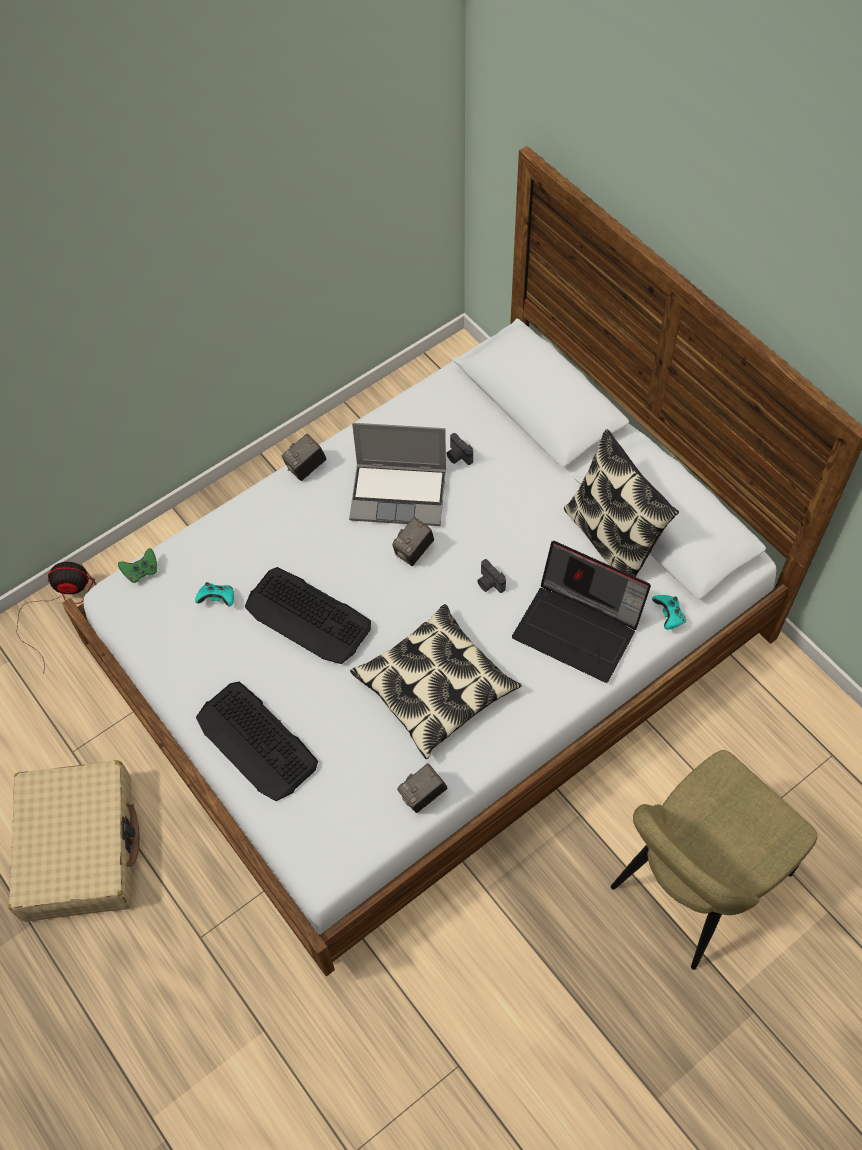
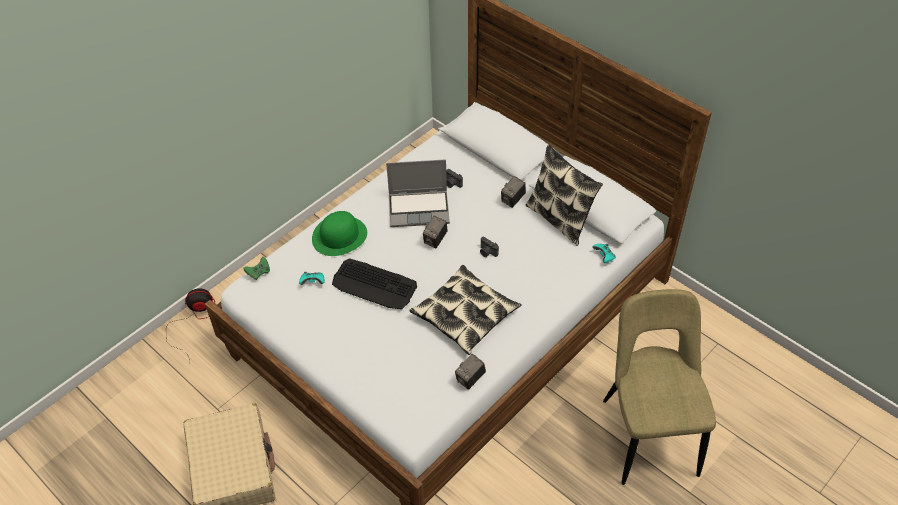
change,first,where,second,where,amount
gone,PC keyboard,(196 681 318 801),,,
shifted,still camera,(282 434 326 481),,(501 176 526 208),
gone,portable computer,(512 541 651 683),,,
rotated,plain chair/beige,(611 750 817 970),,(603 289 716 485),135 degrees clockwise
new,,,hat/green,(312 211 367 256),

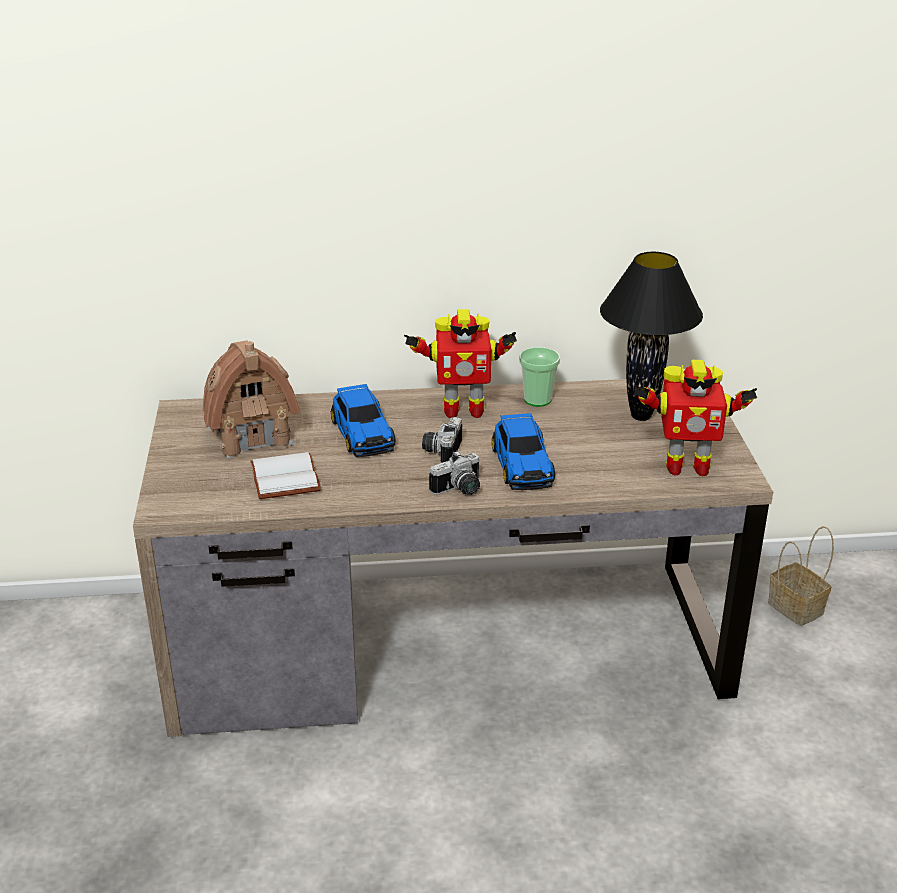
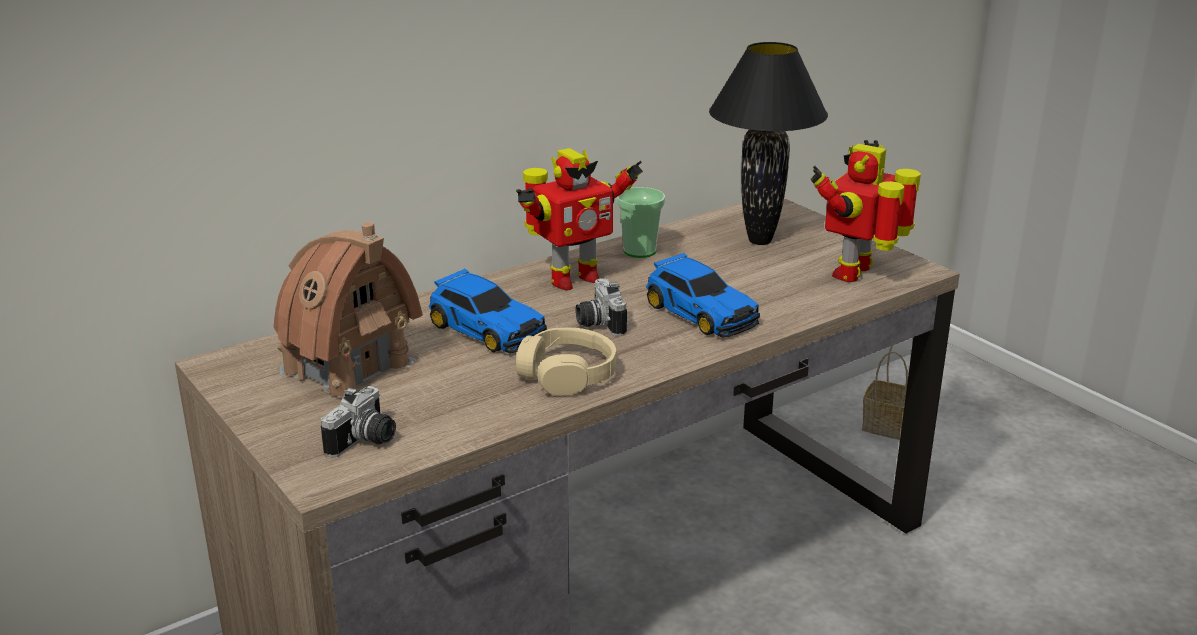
change,first,where,second,where,amount
gone,bound book/white,(251 452 321 499),,,
shifted,still camera,(429 451 480 495),,(321 386 396 458),
rotated,toy robot,(633 360 757 476),,(811 140 921 282),150 degrees clockwise
new,,,pair of headphones/beige,(516 328 616 396),

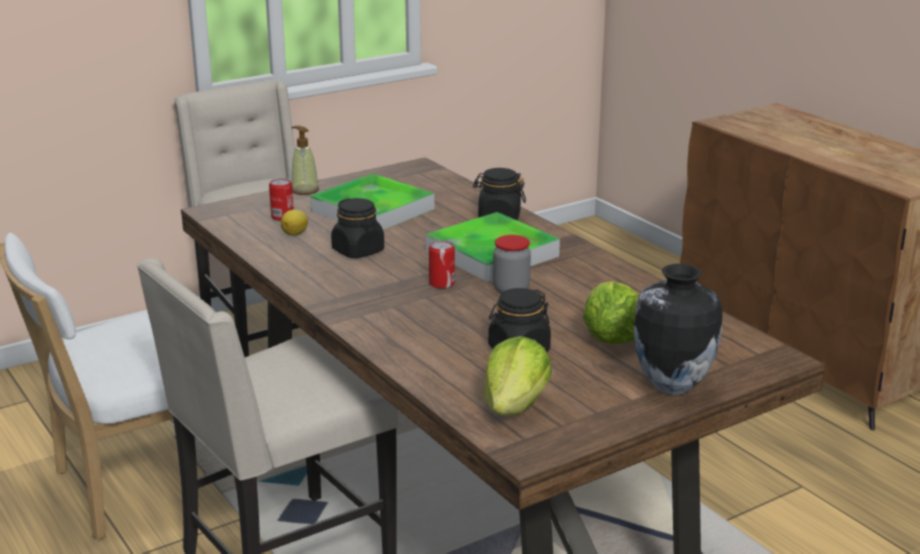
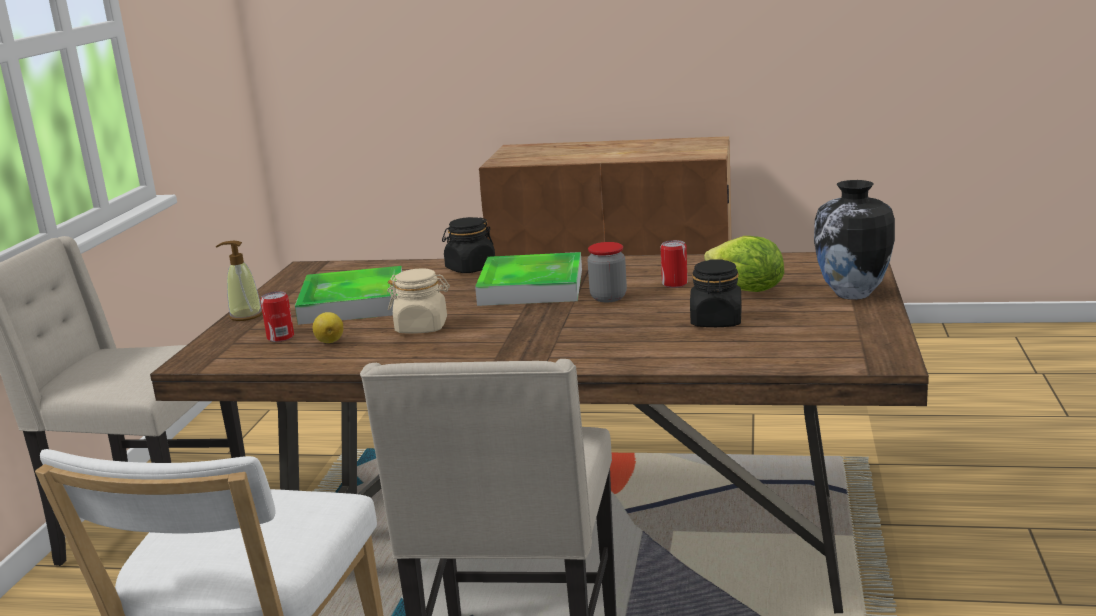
change,first,where,second,where,amount
repainted,storage jar/blackish,(331 198 384 258),storage jar/beige,(387 268 450 334),
shifted,metal can,(429 240 455 289),,(660 240 688 288),
gone,lettuce,(484 336 552 416),,,

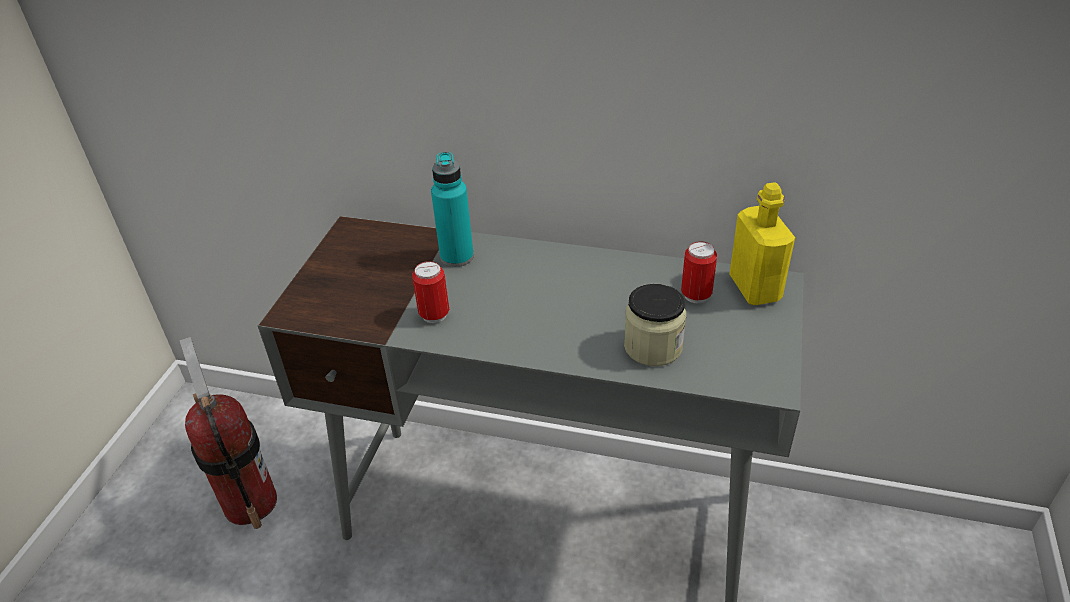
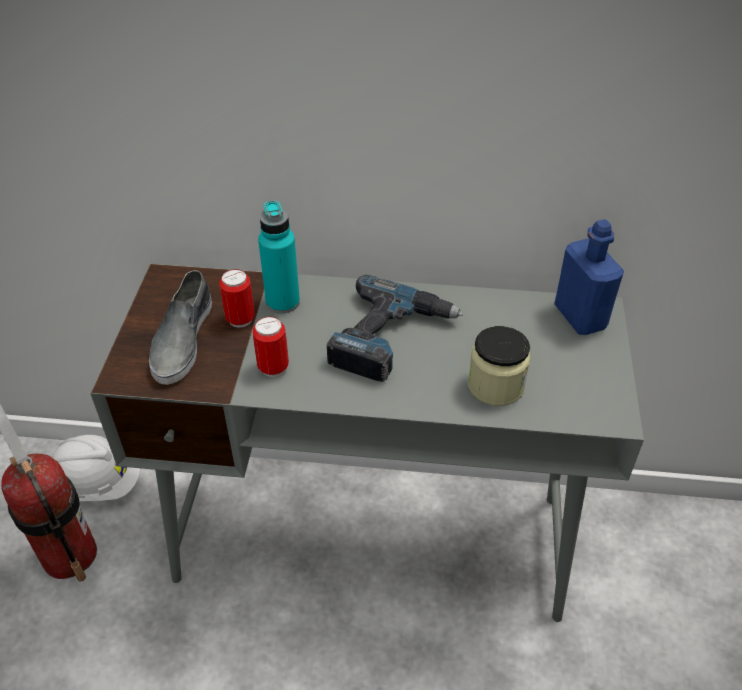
change,first,where,second,where,amount
shifted,metal can,(681 241 717 303),,(219 269 255 328),
repainted,beverage bottle/yellow-coloured,(729 182 795 305),beverage bottle/blue-coloured,(554 219 624 335),
new,,,work helmet/white,(52 435 140 501),
new,,,item of footwear/greyish,(149 270 212 385),
new,,,power drill,(327 275 463 382),

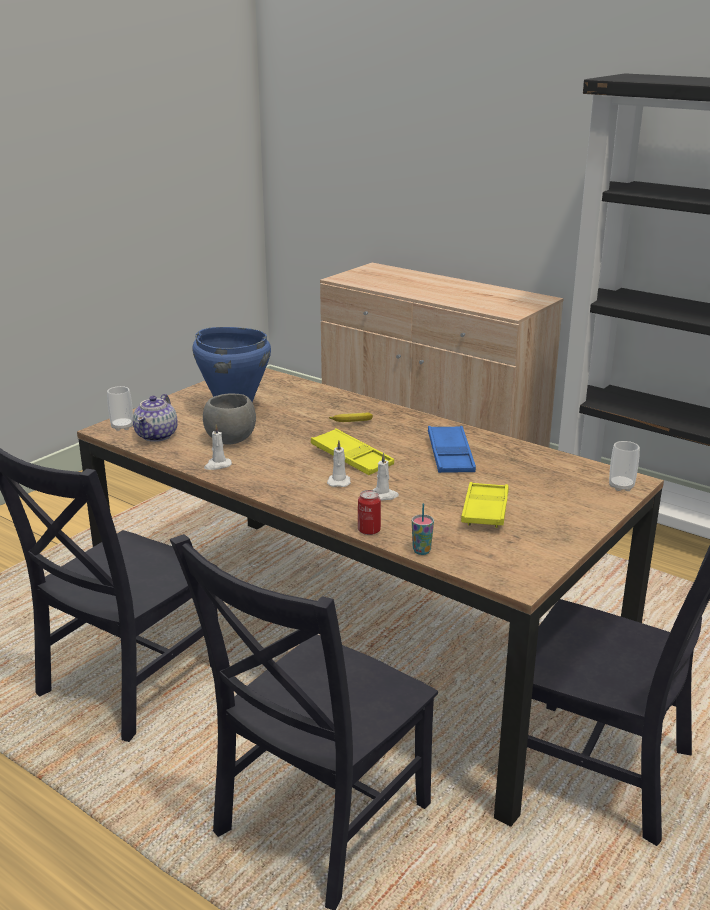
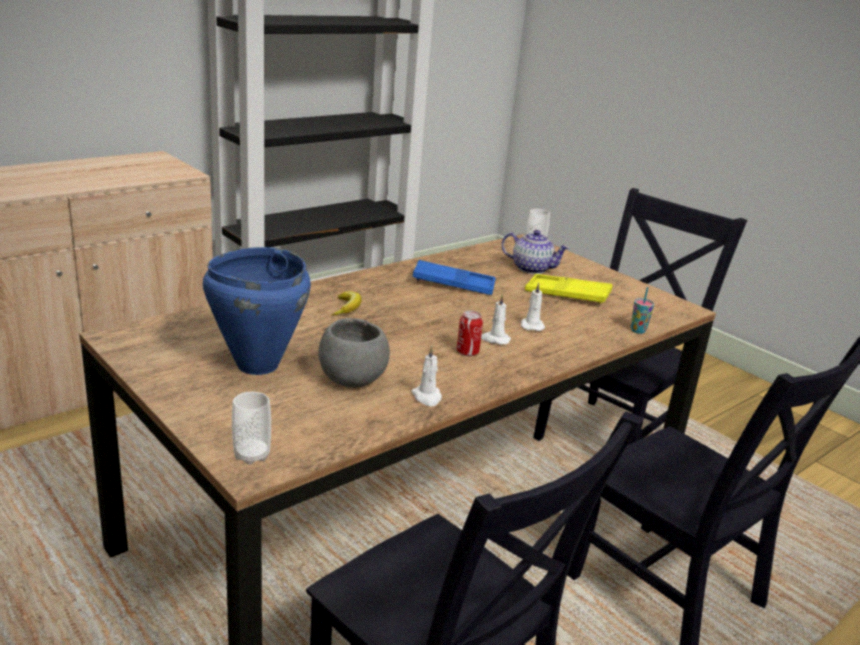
change,first,where,second,where,amount
shifted,tea pot,(133 394 178 442),,(502 230 570 274),
gone,serving tray/yellow-coloured,(311 428 394 475),,,
shifted,metal can,(358 490 381 535),,(457 311 483 356),

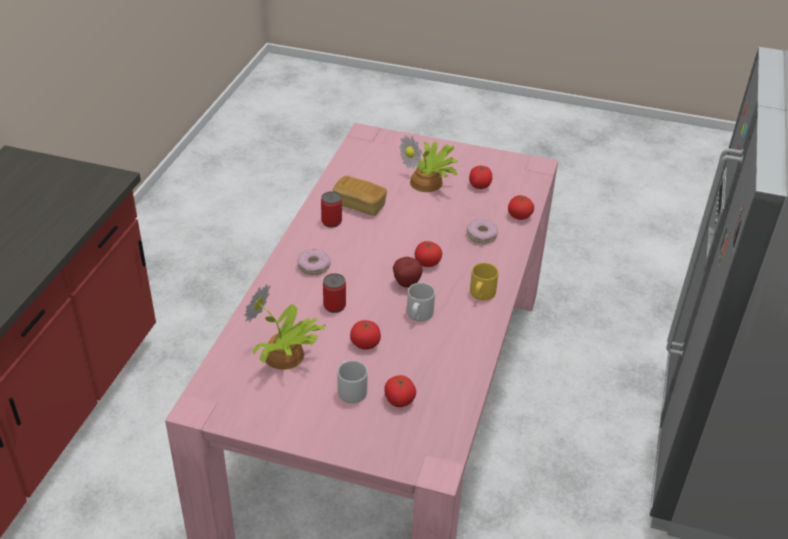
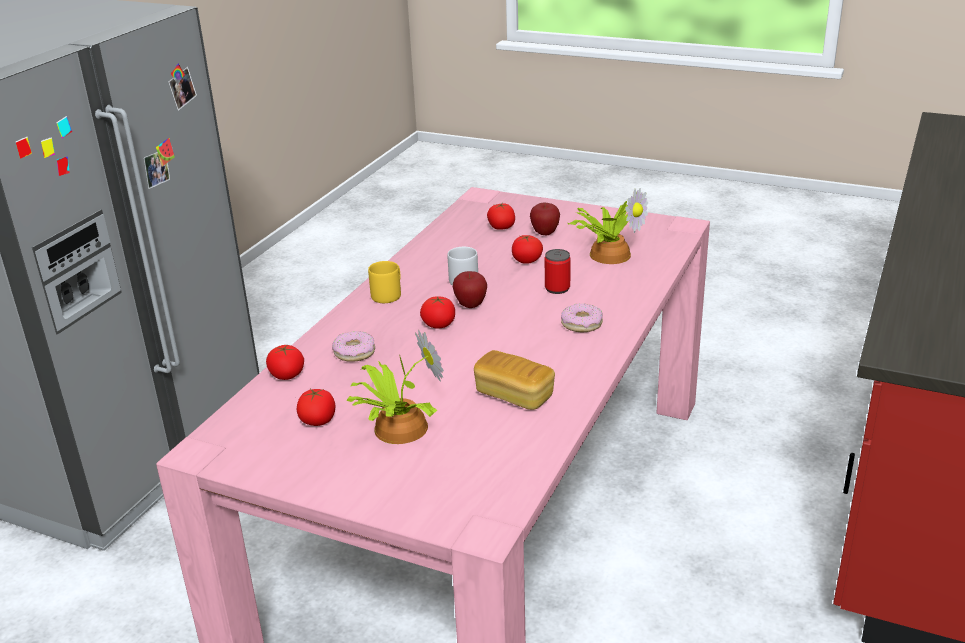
change,first,where,second,where,amount
gone,metal can,(321 191 342 228),,,
swapped,coffee mug/greyish,(337 360 368 403),apple,(530 203 560 235),

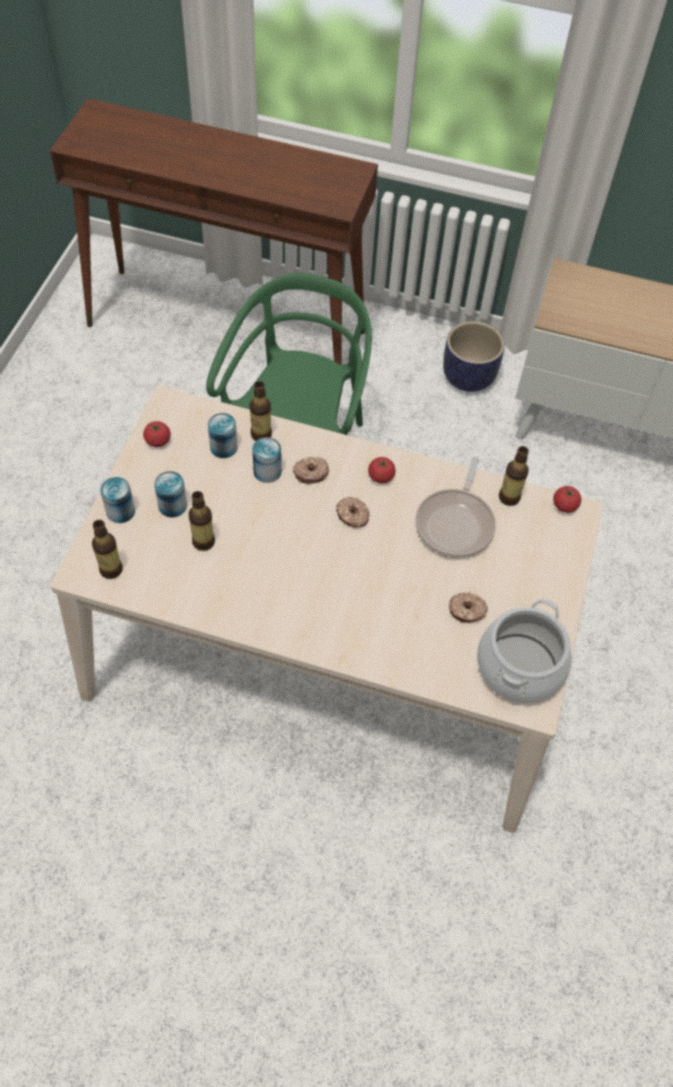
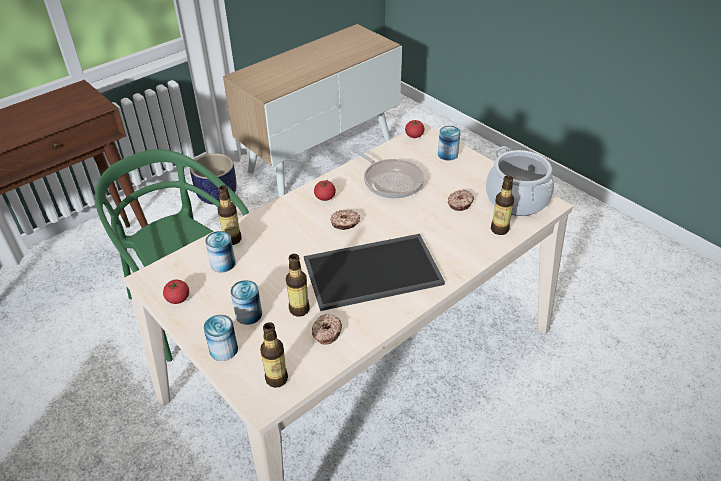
change,first,where,second,where,amount
shifted,metal can,(252 437 281 483),,(438 126 461 161),
shifted,donut,(293 457 329 484),,(312 314 342 345),
shifted,beverage bottle,(499 446 529 506),,(491 175 514 235),
new,,,serving tray,(304 234 445 311),

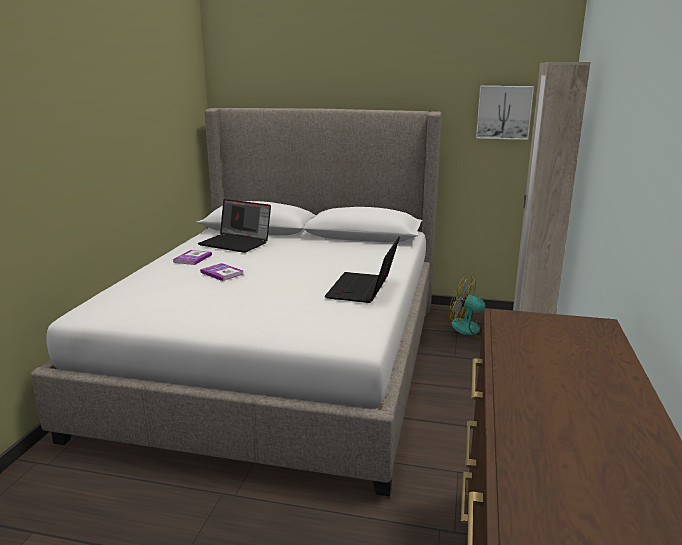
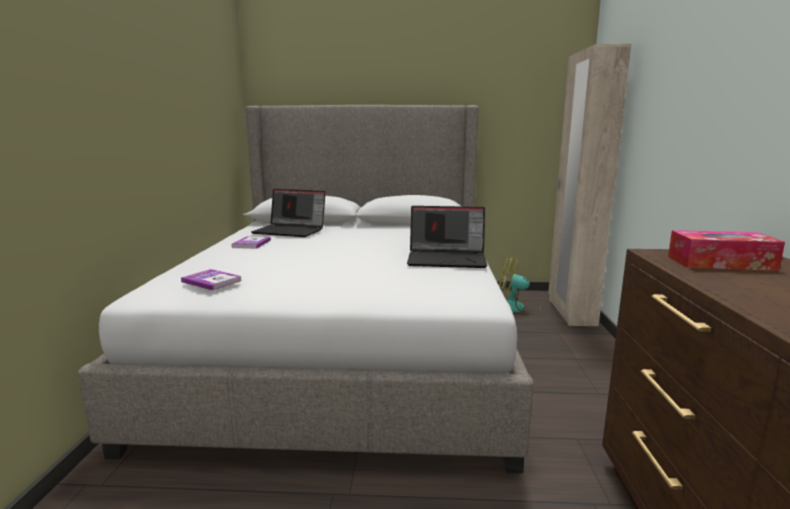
change,first,where,second,where,amount
shifted,bound book,(200 263 243 281),,(181 269 242 290),
rotated,portable computer,(325 237 400 303),,(407 206 487 268),90 degrees counterclockwise
gone,picture,(476 86 534 140),,,
new,,,tissue holder,(668 230 785 271),

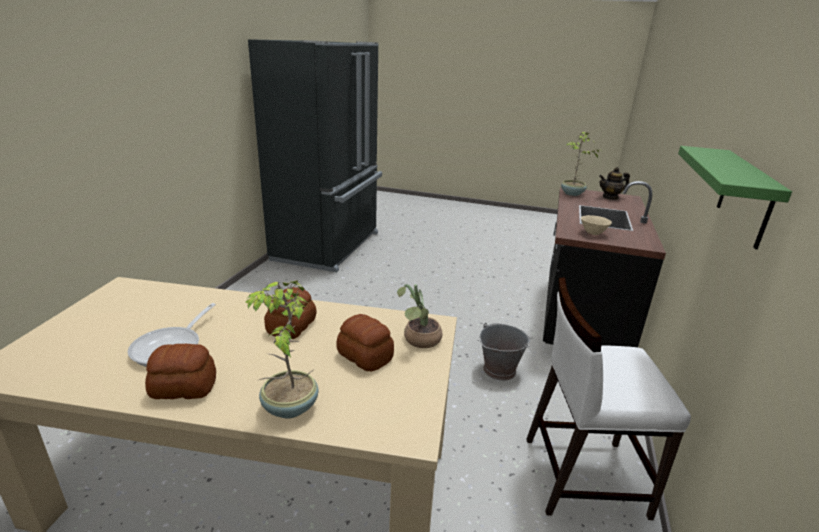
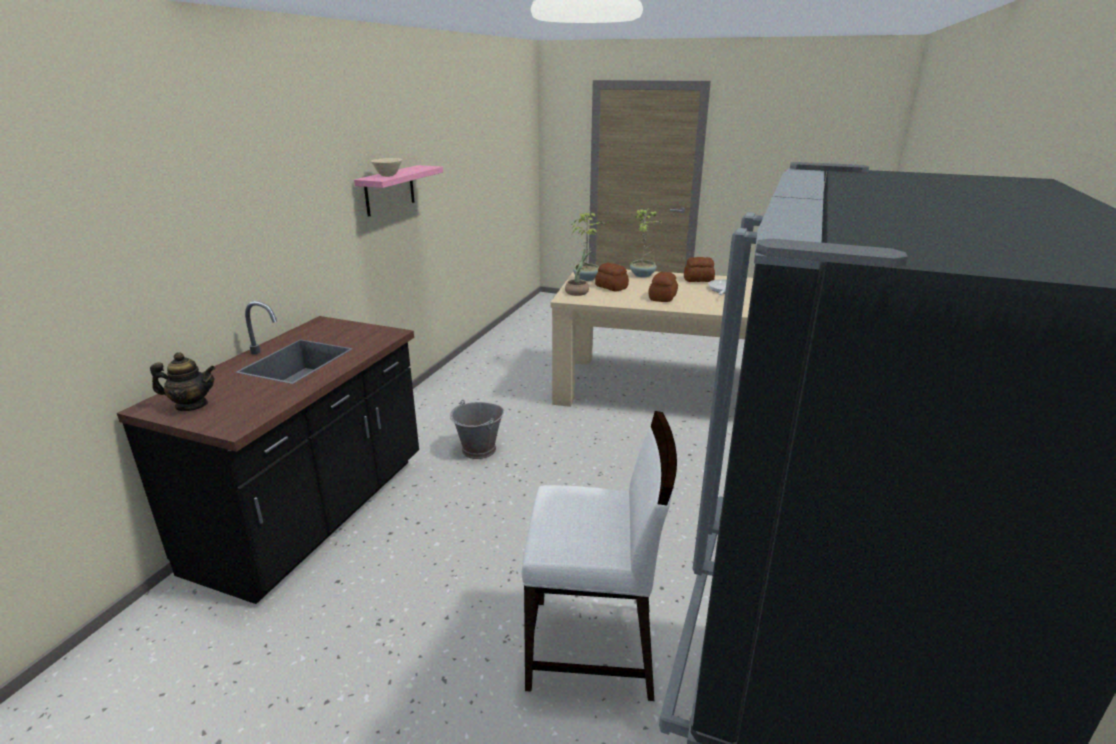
change,first,where,second,where,amount
shifted,plain chair/white,(526 277 691 520),,(522 411 677 701),
shifted,potted plant,(561 131 602 196),,(571 211 605 281),
shifted,serving bowl/beige,(581 215 612 235),,(371 158 402 177),
repainted,bracket shelf/green,(678 146 792 249),bracket shelf/pinkish,(354 165 443 217),

